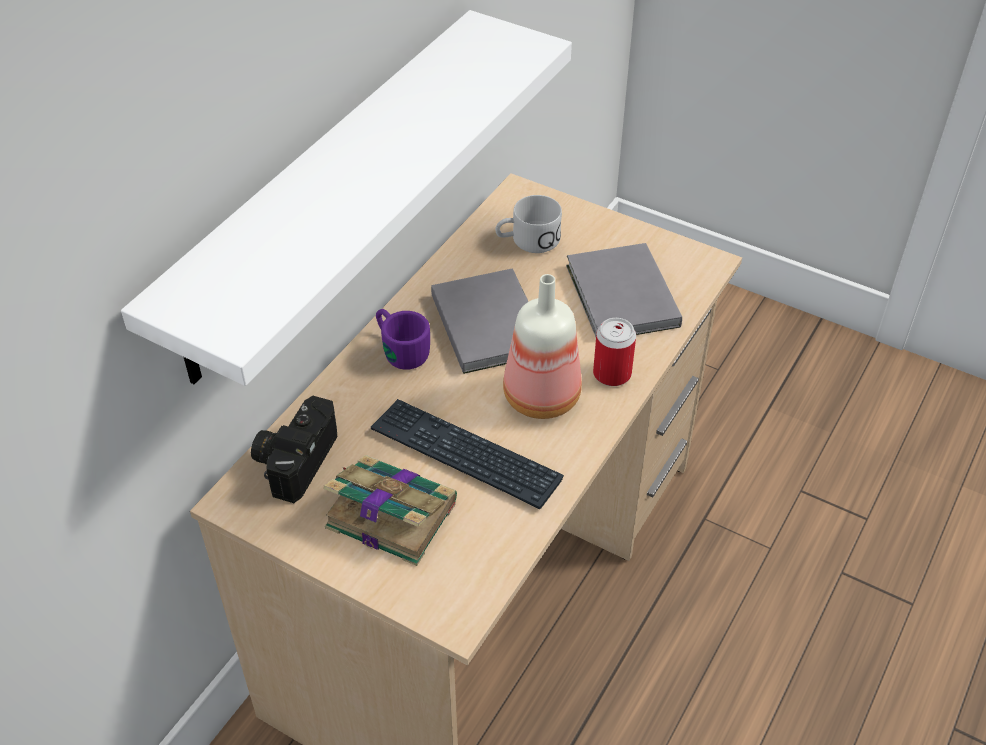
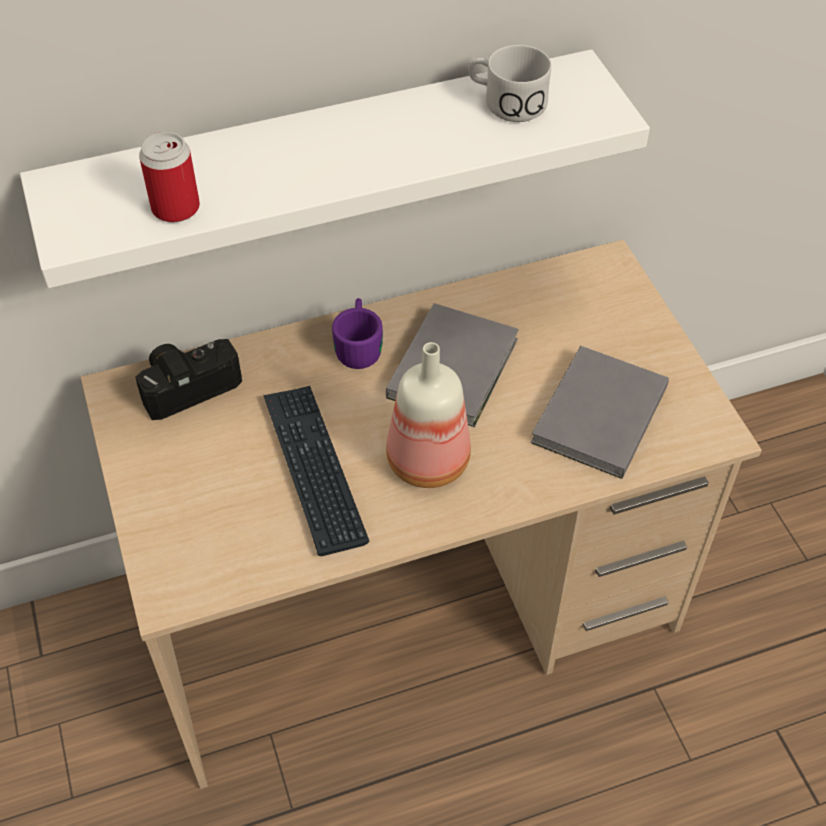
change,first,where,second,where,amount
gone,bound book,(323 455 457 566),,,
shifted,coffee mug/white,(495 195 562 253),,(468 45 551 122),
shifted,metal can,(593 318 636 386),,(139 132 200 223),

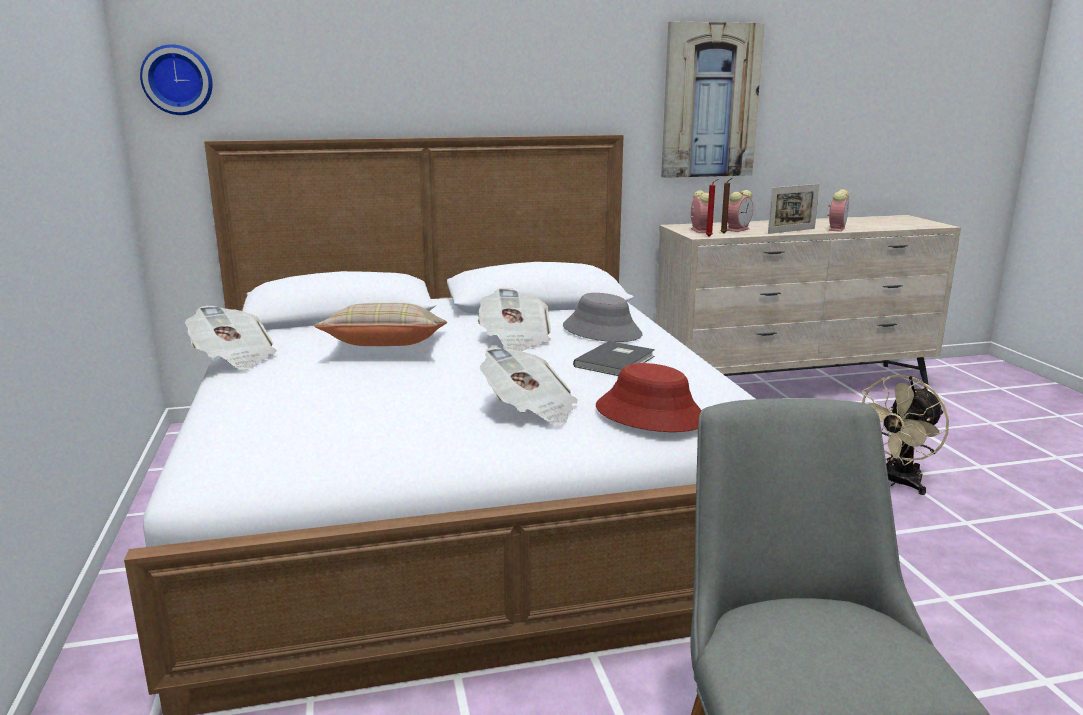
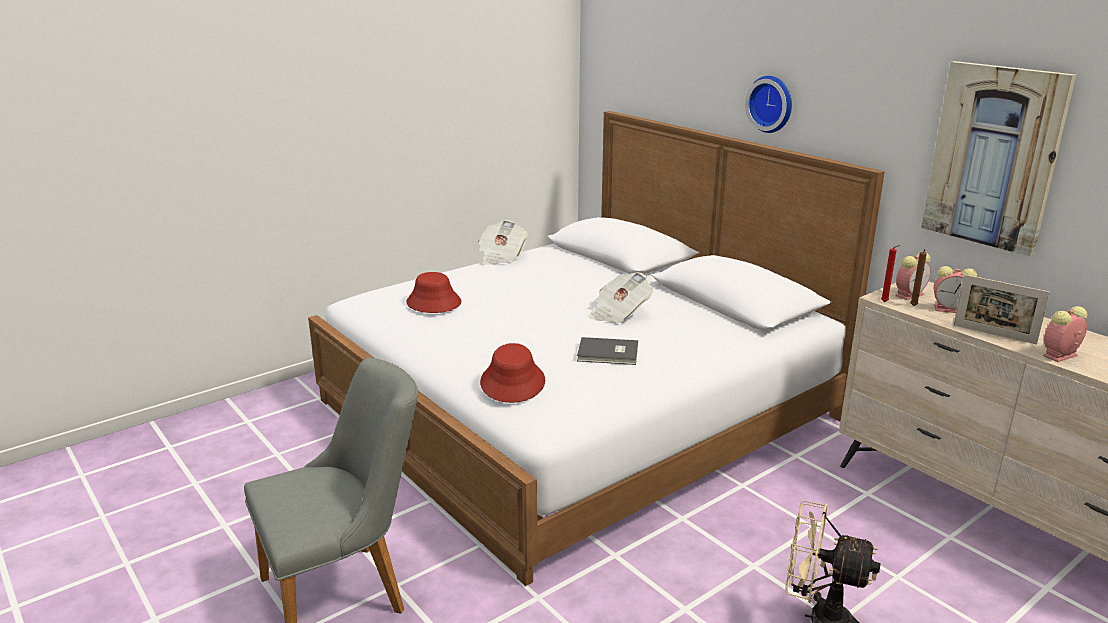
change,first,where,second,where,amount
shifted,hanging clock,(140 44 213 115),,(745 76 792 133),
gone,pillow/beige,(315 303 447 346),,,
gone,printed paper,(480 347 578 426),,,
gone,hat/greyish,(563 293 642 342),,,
rotated,table clock,(827 189 849 232),,(1043 306 1088 362),150 degrees clockwise
new,,,hat/red-coloured,(406 272 461 313),

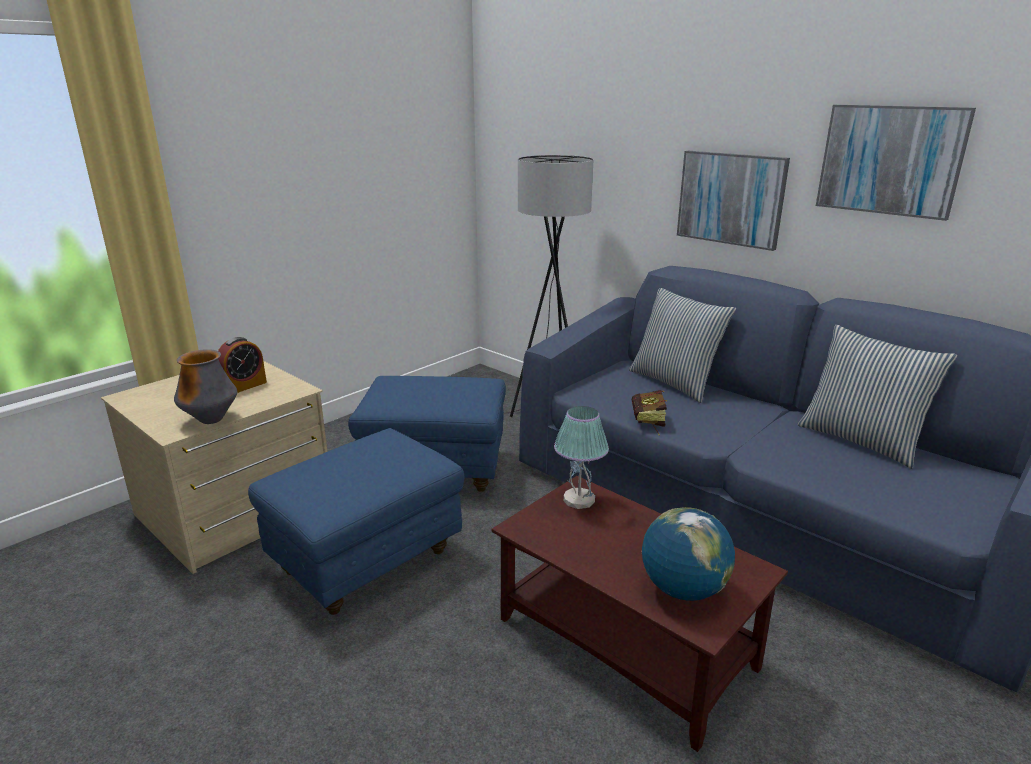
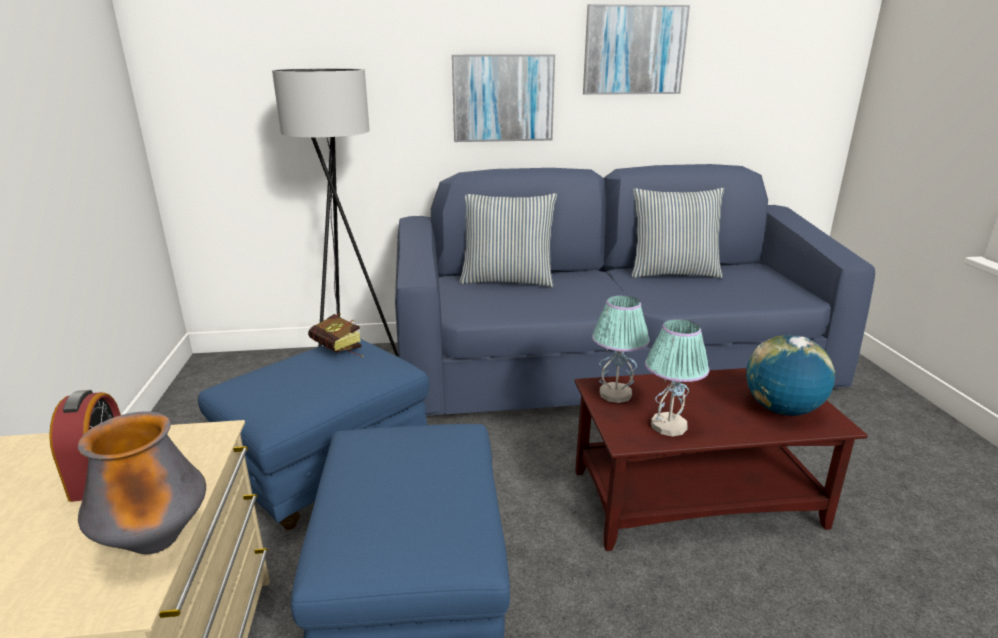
change,first,where,second,where,amount
shifted,bound book,(631 390 667 435),,(308 313 363 357),
new,,,lamp for a table,(645 319 709 436),

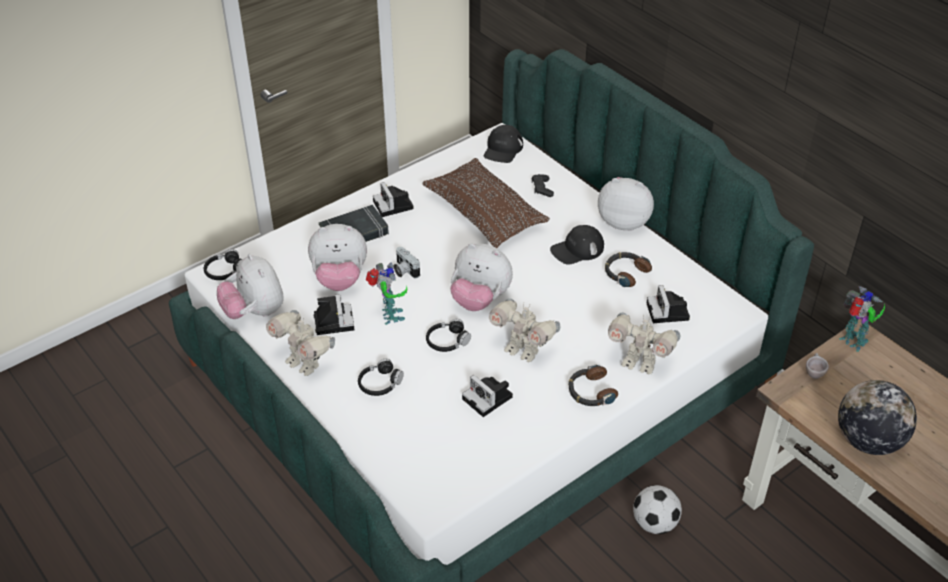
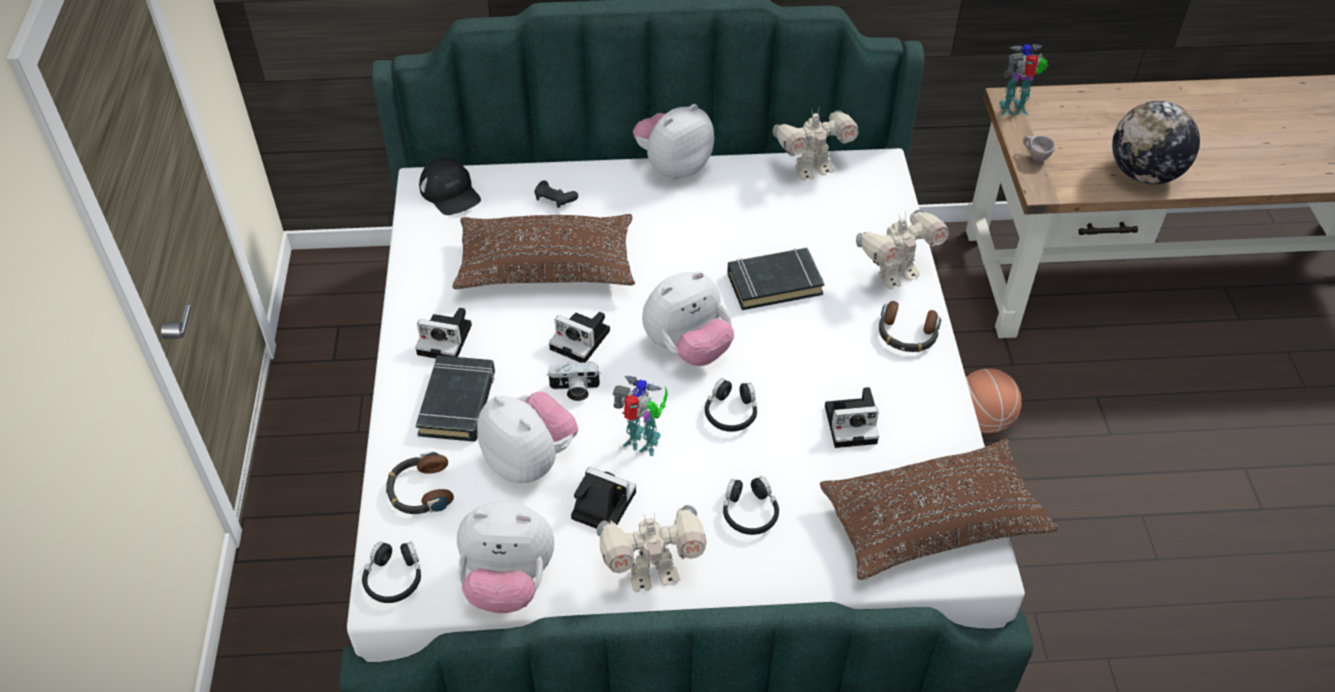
change,first,where,second,where,amount
rotated,plush toy,(308 224 367 291),,(477 391 578 483),75 degrees counterclockwise
shifted,toy robot,(489 299 561 362),,(773 110 858 181),
gone,cap/blackish,(550 225 604 265),,,
shifted,pair of headphones,(605 252 652 287),,(386 452 454 514),
swapped,football ball,(633 485 682 534),basketball ball,(966 368 1022 434),
shifted,still camera,(647 285 690 323),,(549 312 610 363),
new,,,bound book/blackish,(727 248 824 310),
new,,,pillow/brown,(820 439 1058 580),

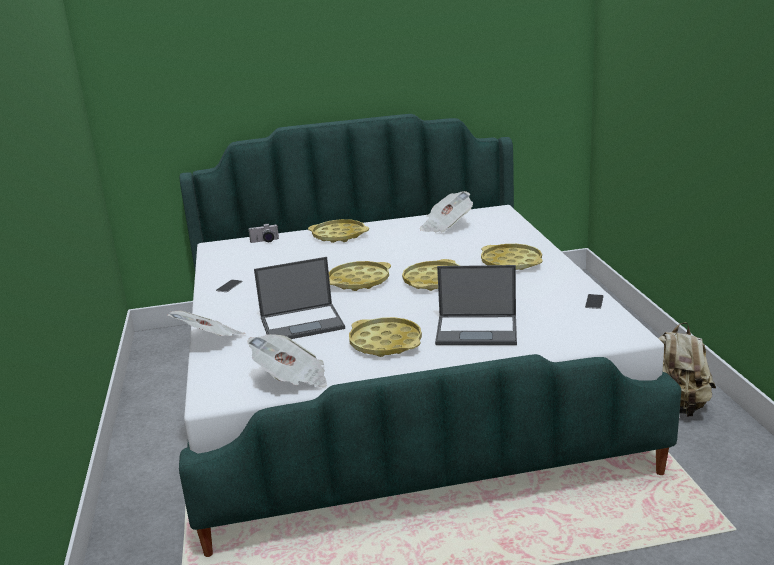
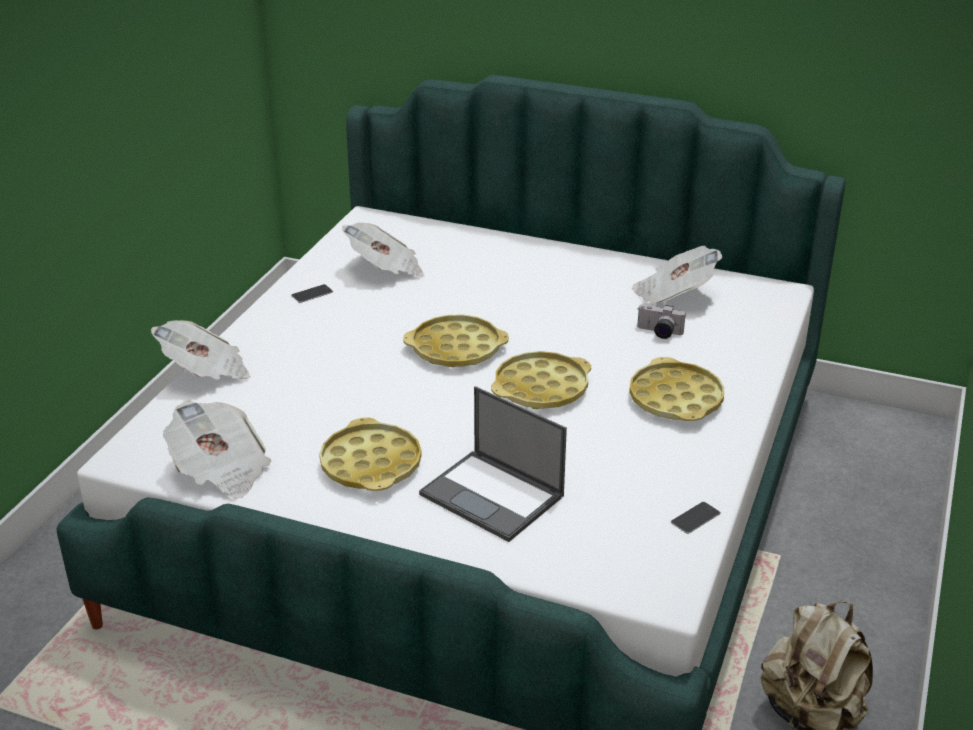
change,first,where,second,where,amount
shifted,still camera,(248 223 279 243),,(637 305 686 339),
gone,portable computer,(254 257 345 339),,,
gone,serving tray/yellow-coloured,(308 219 369 243),,,
new,,,printed paper,(342 223 424 276),

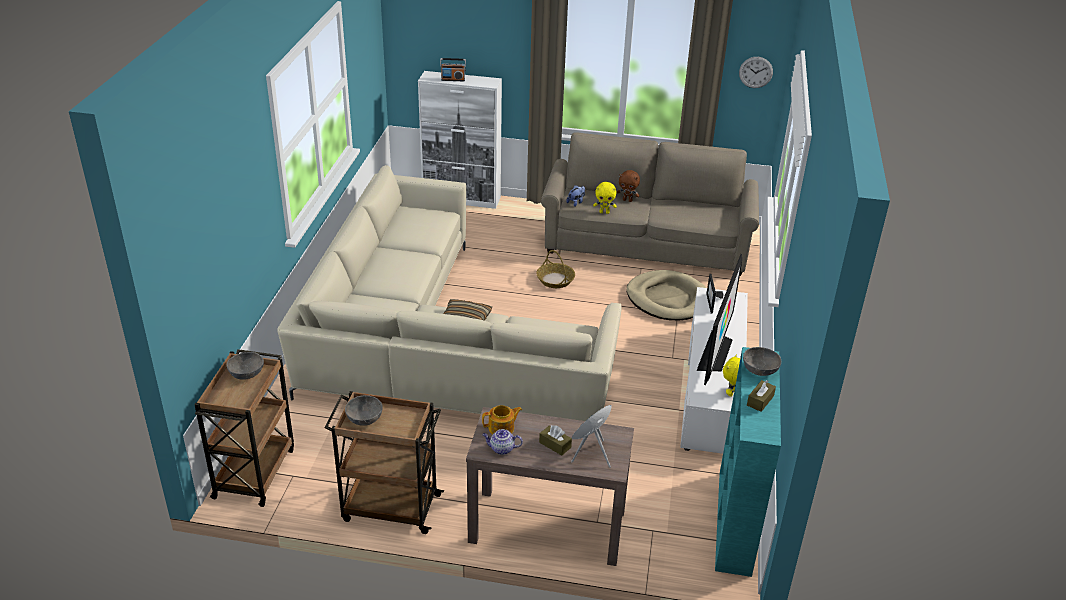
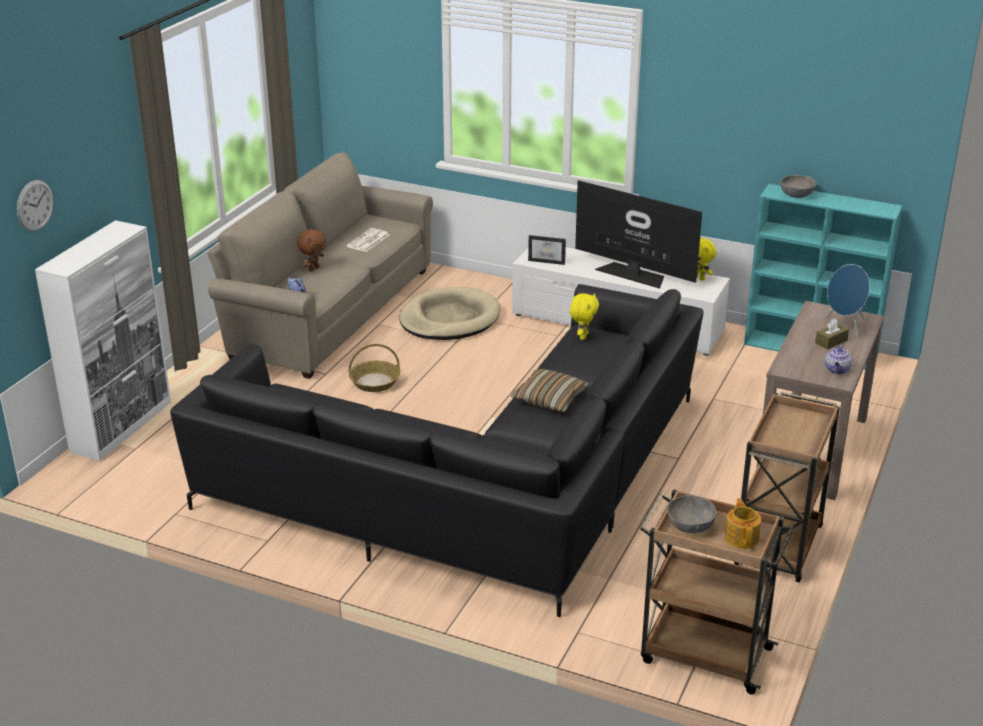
change,first,where,second,where,amount
repainted,settee/beige,(277 165 622 421),settee/blackish,(170 284 704 617),
gone,serving bowl/greyish,(345 395 383 426),,,
gone,radio receiver,(440 58 466 81),,,
shifted,tea pot,(482 405 522 435),,(725 498 761 549),
shifted,plush toy/yellow-coloured,(593 182 617 214),,(570 293 599 340),
shifted,hanging clock,(739 57 773 88),,(17 180 53 232),
gone,tissue holder/brown,(747 380 776 412),,,
new,,,printed paper,(346 228 389 252),

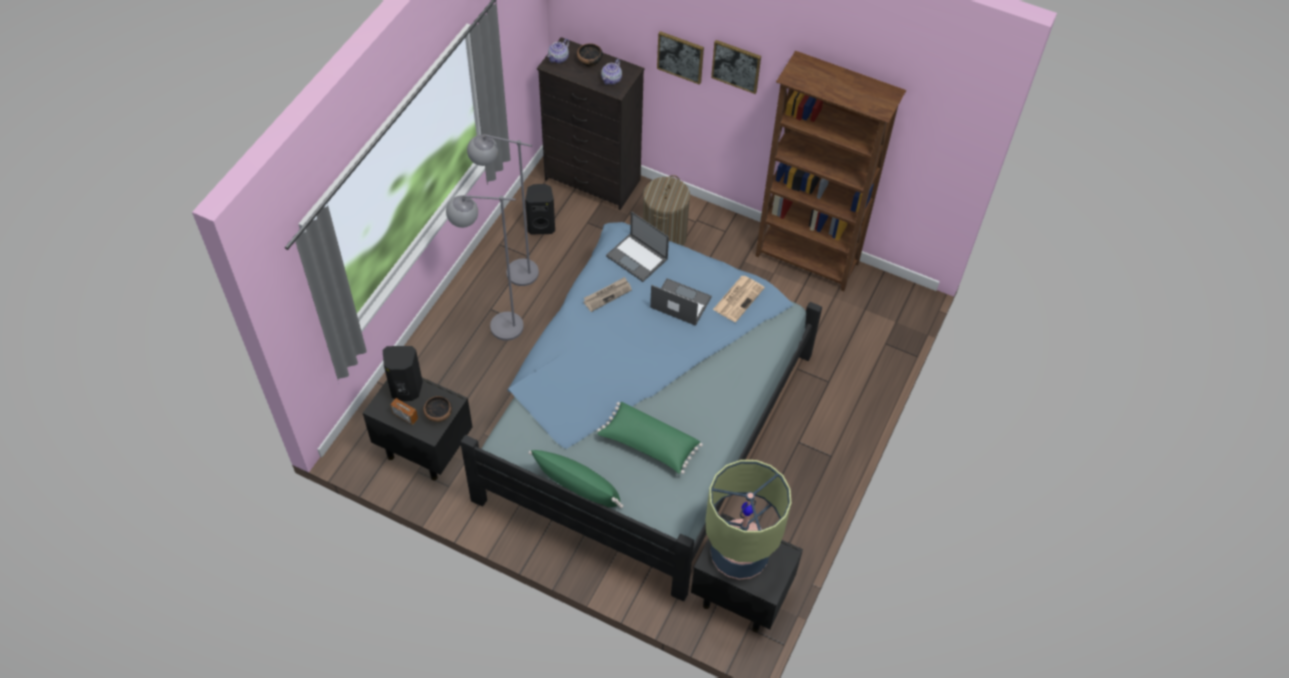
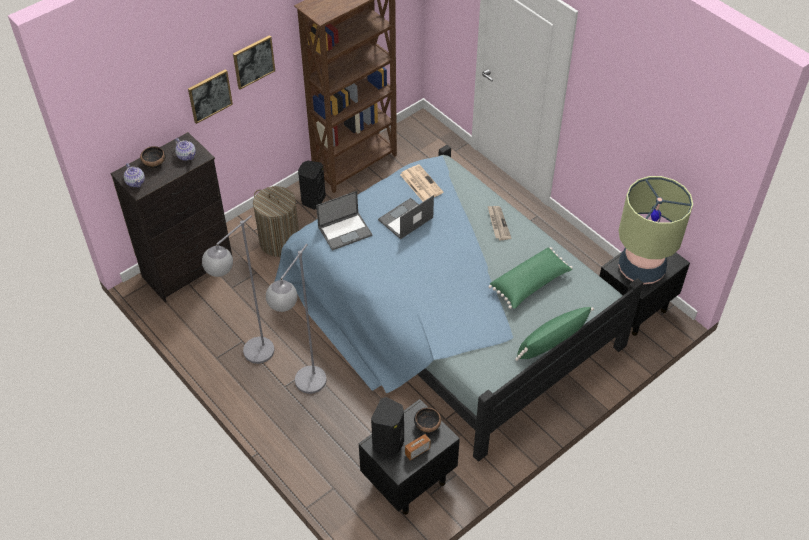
change,first,where,second,where,amount
shifted,speaker/blackish,(525 184 555 234),,(298 160 326 210),
shifted,printed paper,(583 277 632 312),,(488 206 511 241),

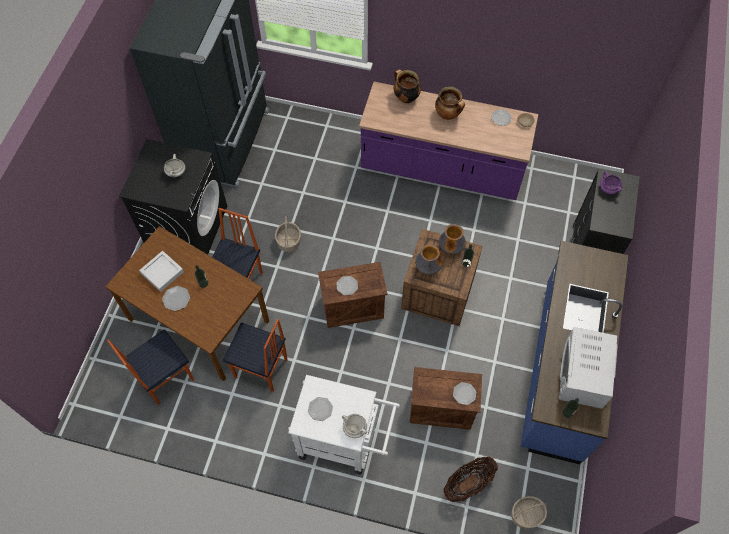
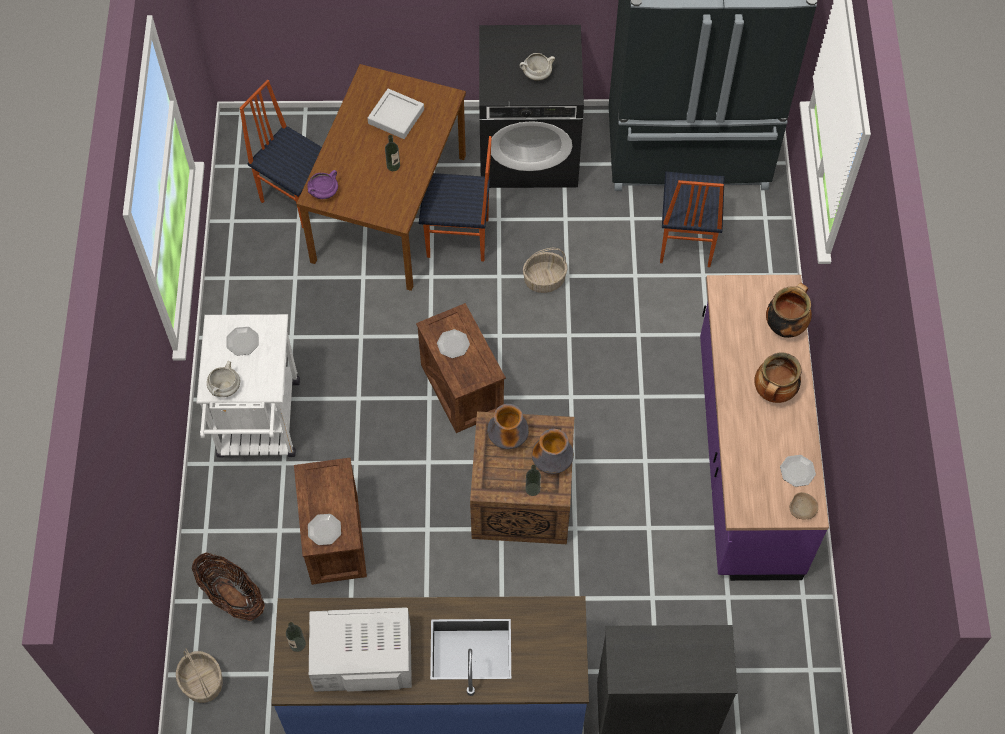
change,first,where,second,where,amount
gone,flat dish,(162 286 190 311),,,
shifted,plain chair,(222 319 288 392),,(660 171 725 267),
shifted,saucepot/purple-coloured,(600 171 622 194),,(307 170 338 199),

